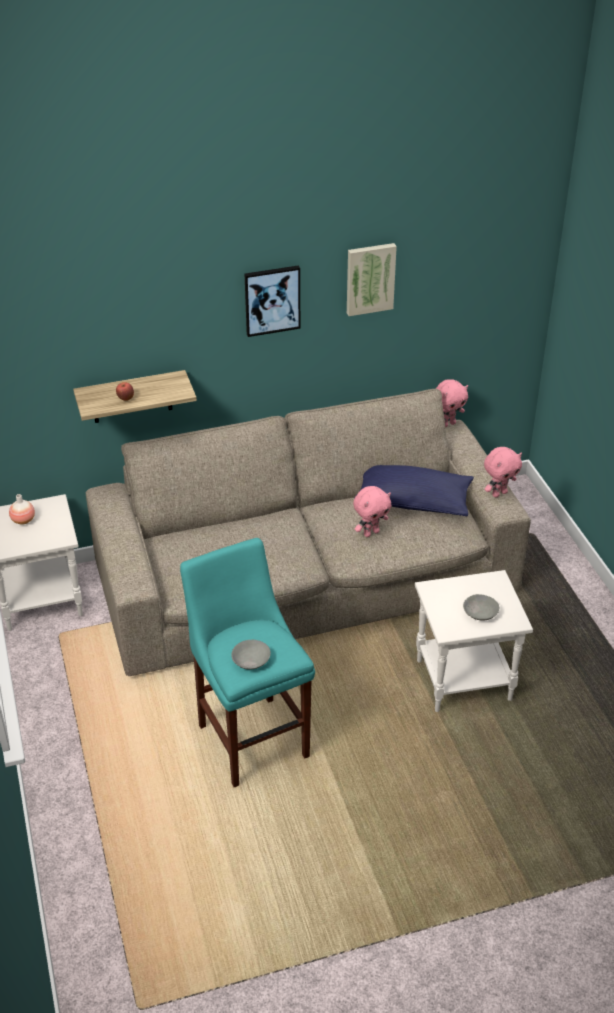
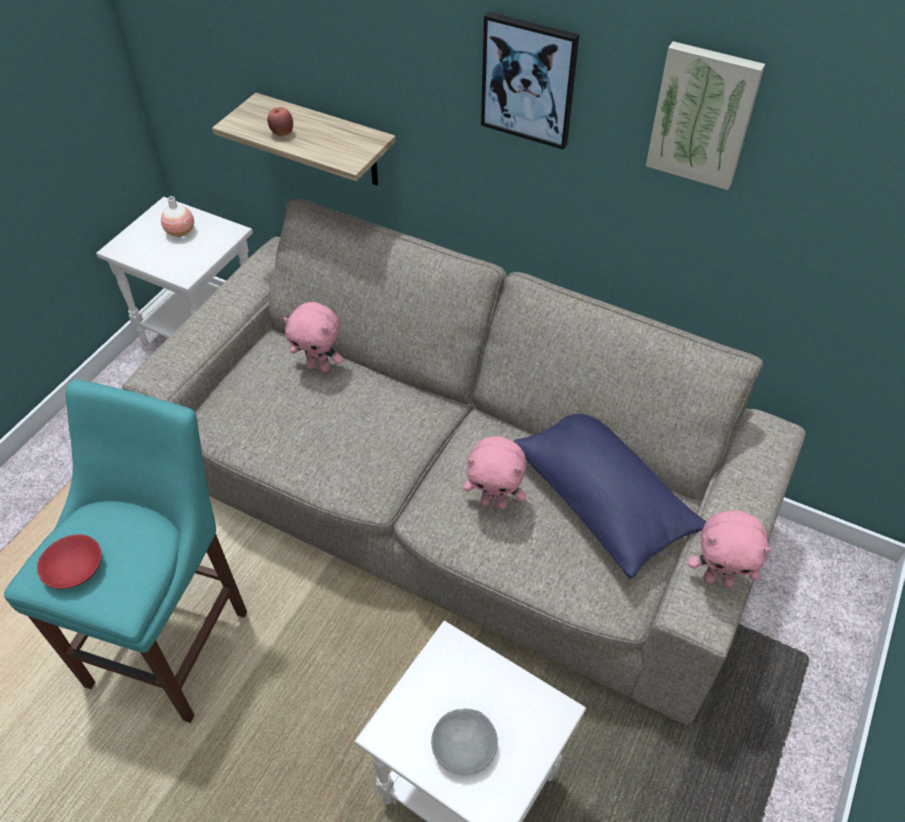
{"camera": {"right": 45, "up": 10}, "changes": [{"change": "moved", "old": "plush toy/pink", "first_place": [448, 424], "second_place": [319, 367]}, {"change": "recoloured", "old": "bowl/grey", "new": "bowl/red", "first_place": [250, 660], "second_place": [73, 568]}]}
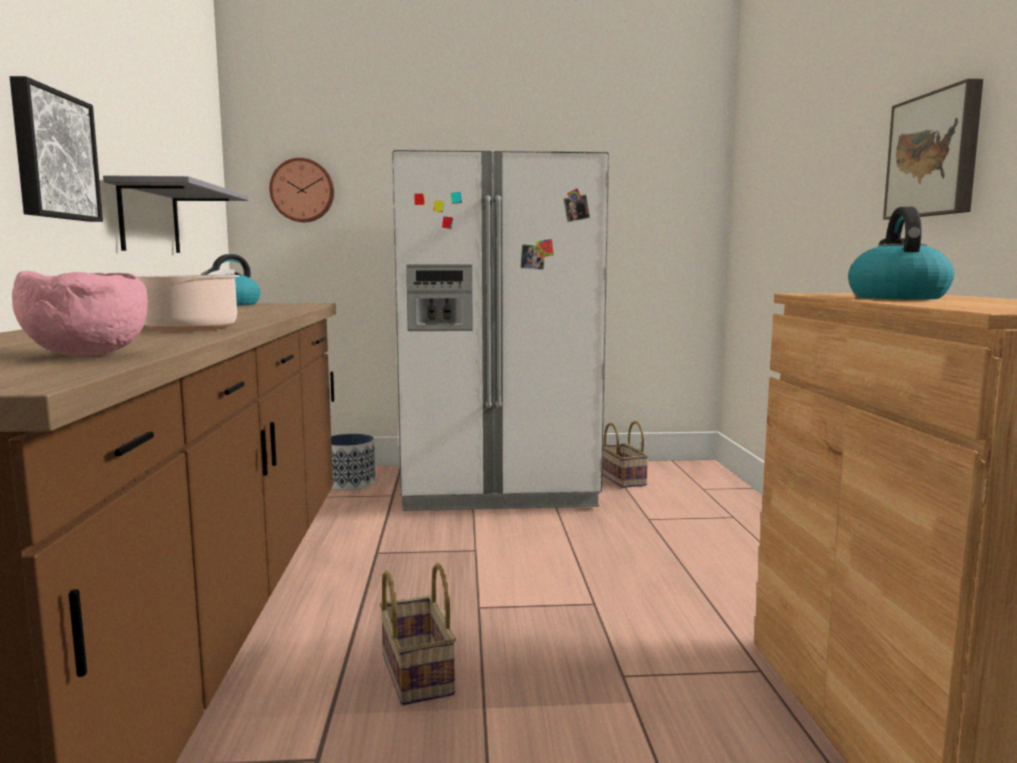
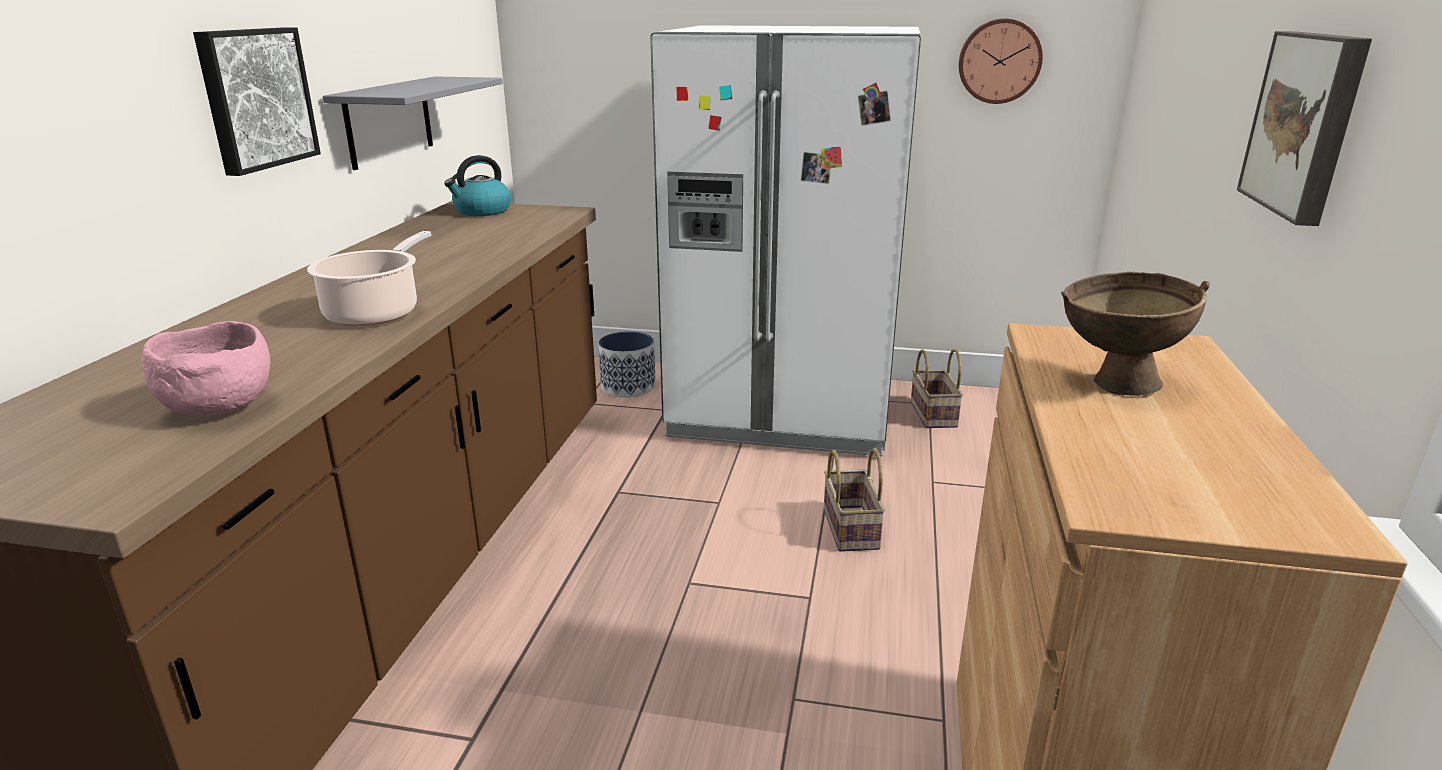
{"camera": {"right": 15, "up": 15}, "changes": [{"change": "moved", "old": "wall clock", "first_place": [302, 190], "second_place": [999, 61]}, {"change": "replaced", "old": "kettle", "new": "bowl/brown", "first_place": [896, 297], "second_place": [1112, 384]}, {"change": "moved", "old": "basket", "first_place": [414, 673], "second_place": [848, 528]}]}
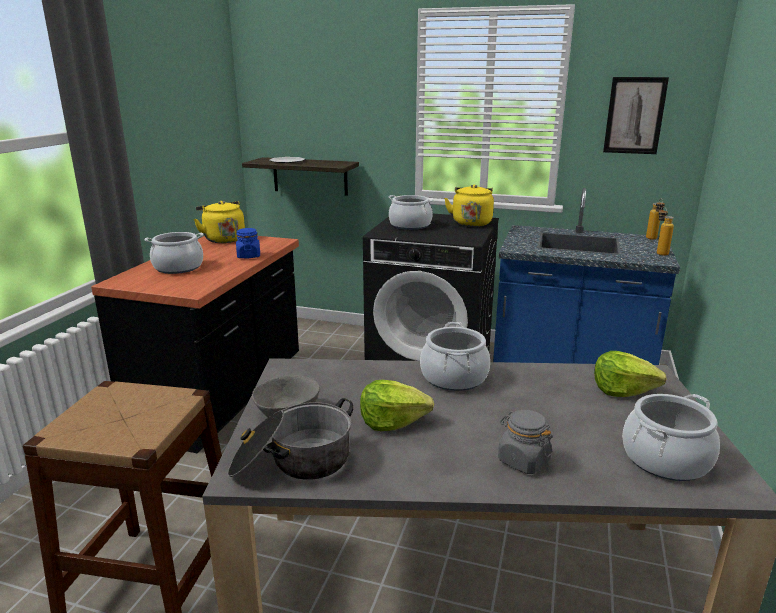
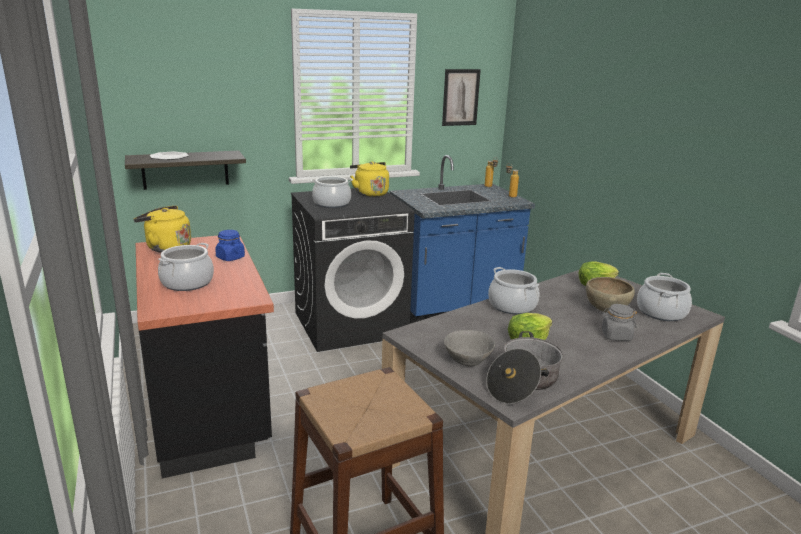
{"camera": {"right": -40, "up": 0}, "changes": [{"change": "added", "new": "bowl/brown", "second_place": [606, 310]}]}
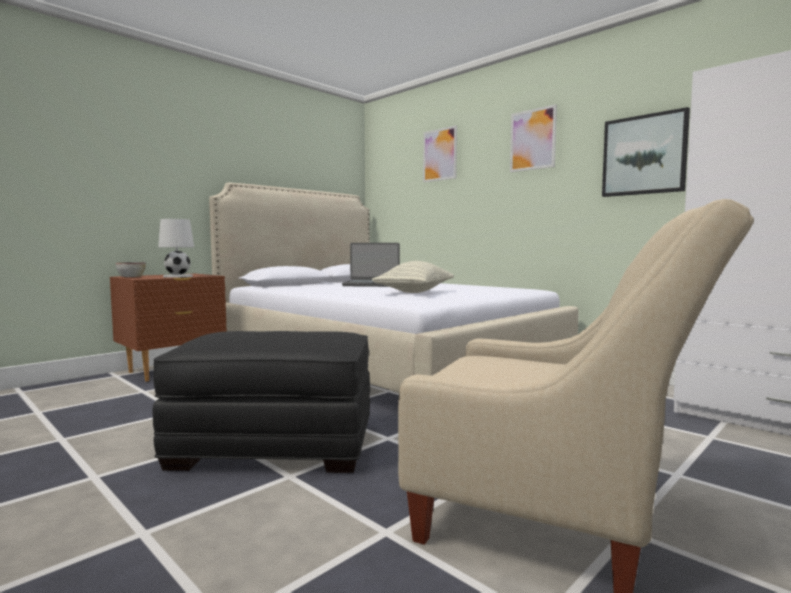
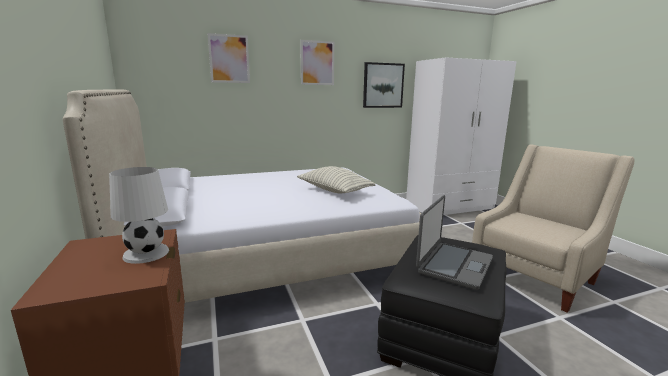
{"camera": {"right": -65, "up": 10}, "changes": [{"change": "moved", "old": "laptop", "first_place": [371, 285], "second_place": [454, 265]}, {"change": "removed", "old": "bowl", "first_place": [131, 276]}]}
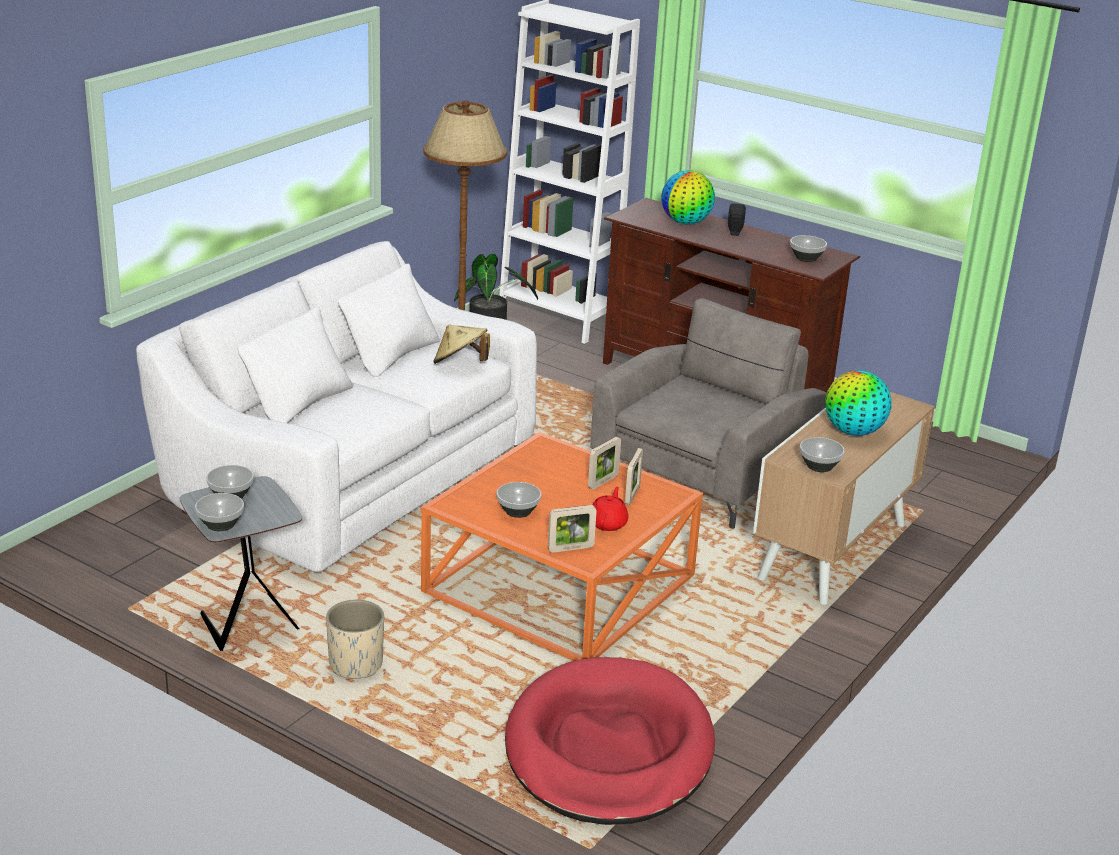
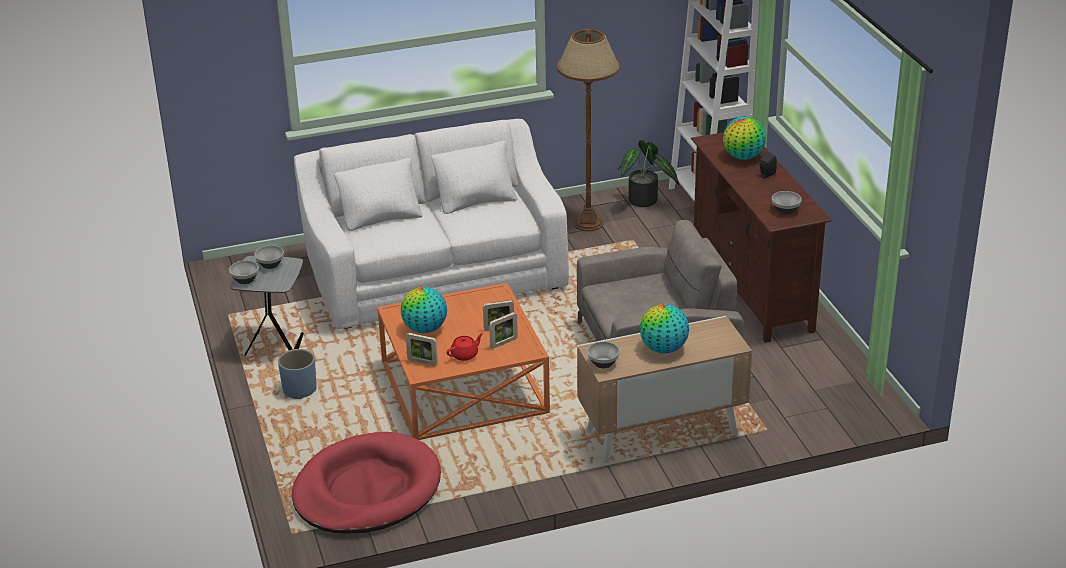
{"camera": {"right": 40, "up": 5}, "changes": [{"change": "removed", "old": "hat/beige", "first_place": [460, 363]}, {"change": "replaced", "old": "bowl", "new": "globe", "first_place": [518, 512], "second_place": [424, 329]}, {"change": "recoloured", "old": "planter/beige", "new": "planter/blue", "first_place": [356, 664], "second_place": [299, 390]}]}
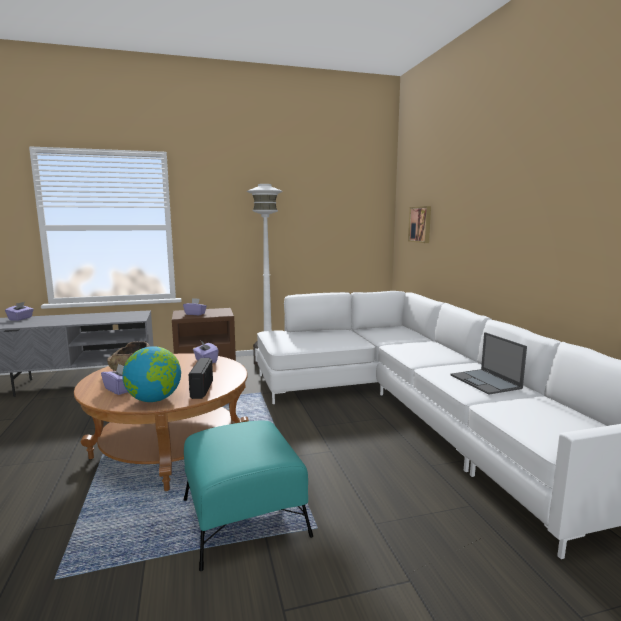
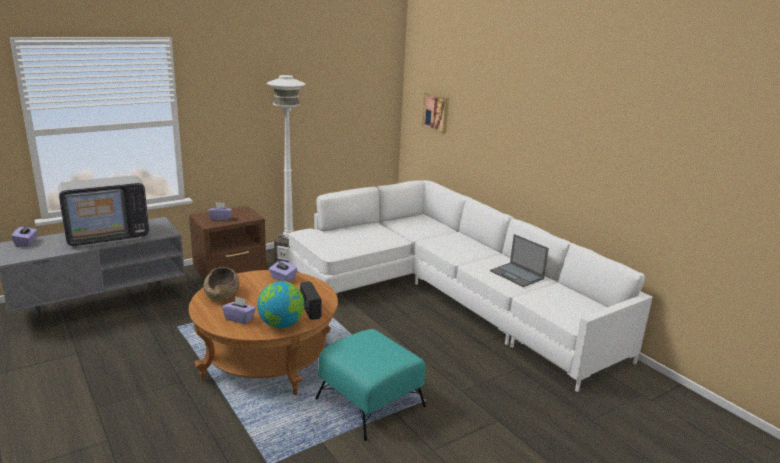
{"camera": {"right": -20, "up": 10}, "changes": [{"change": "added", "new": "television", "second_place": [107, 235]}]}
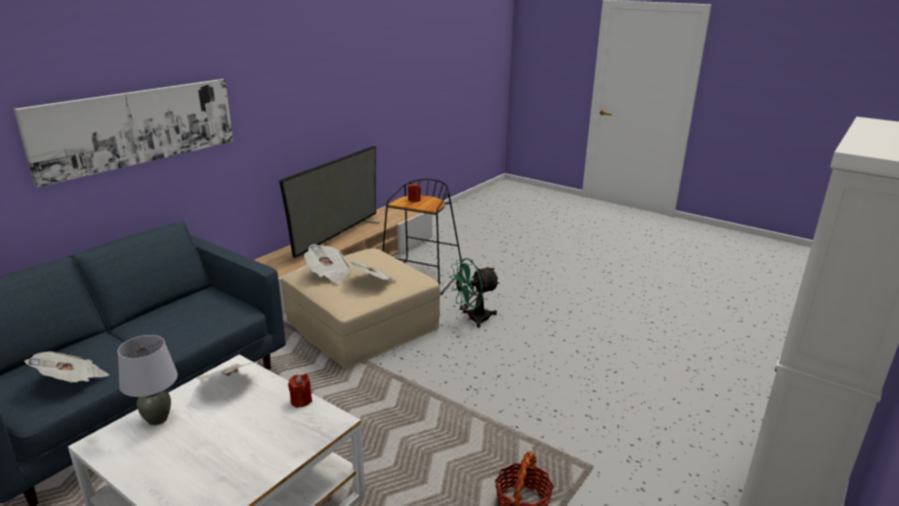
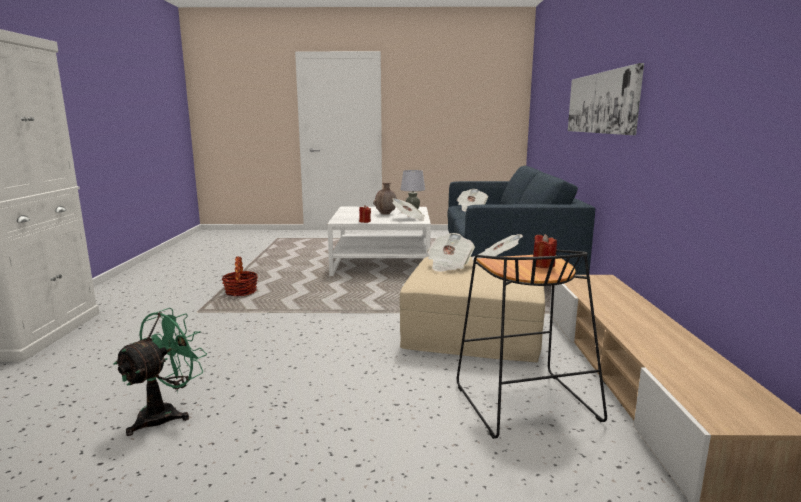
{"camera": {"right": 145, "up": -10}, "changes": [{"change": "removed", "old": "television", "first_place": [337, 238]}, {"change": "moved", "old": "fan/green", "first_place": [473, 319], "second_place": [166, 414]}, {"change": "added", "new": "vase/brown", "second_place": [386, 214]}]}
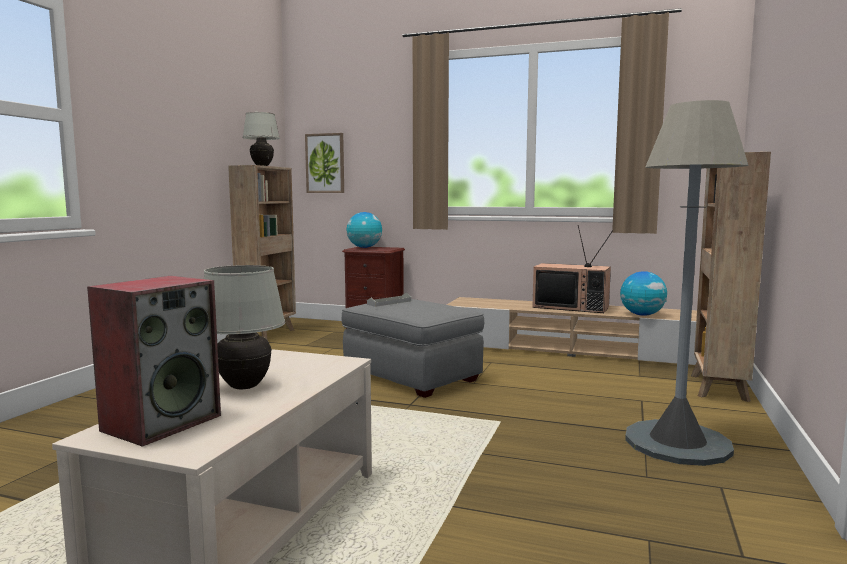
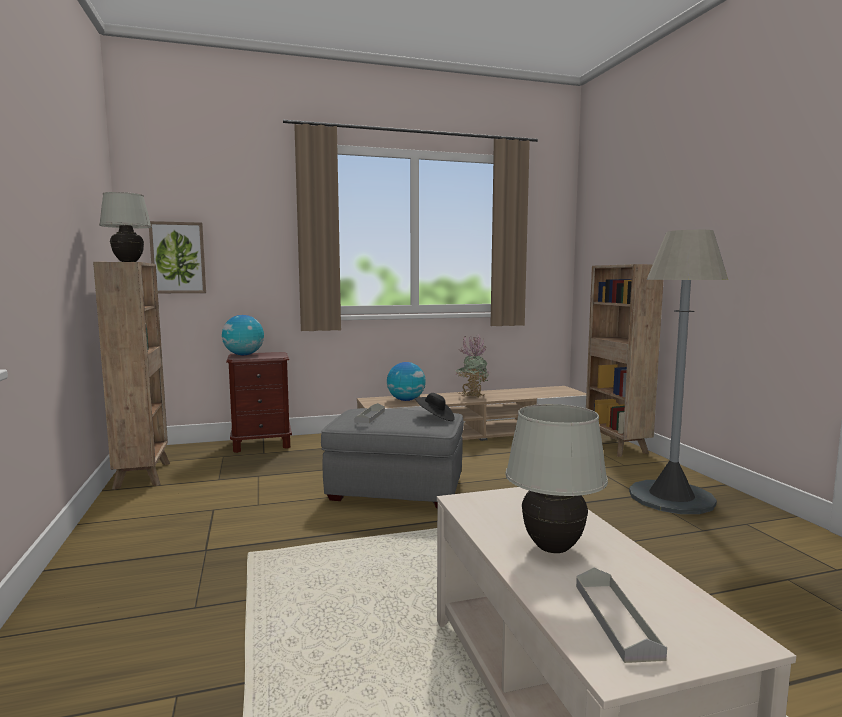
{"camera": {"right": -35, "up": 0}, "changes": [{"change": "replaced", "old": "television", "new": "potted plant", "first_place": [572, 307], "second_place": [472, 395]}, {"change": "moved", "old": "globe", "first_place": [642, 315], "second_place": [406, 400]}, {"change": "replaced", "old": "speaker", "new": "tray/grey", "first_place": [162, 422], "second_place": [616, 619]}, {"change": "added", "new": "hat/black", "second_place": [434, 418]}]}
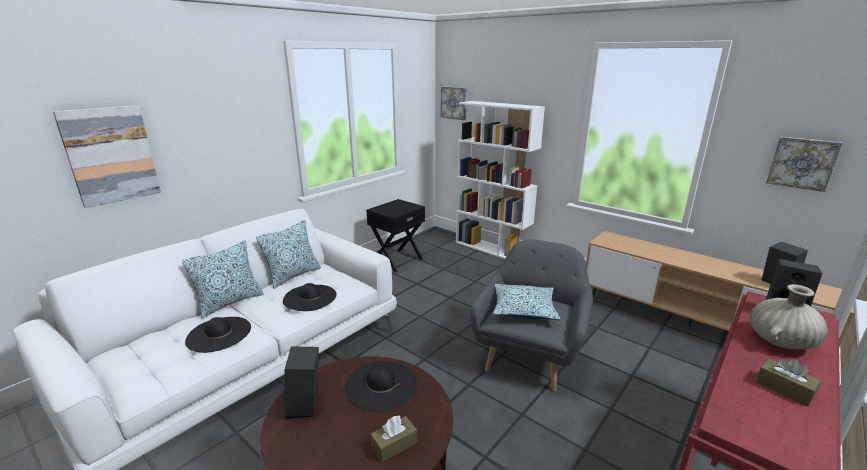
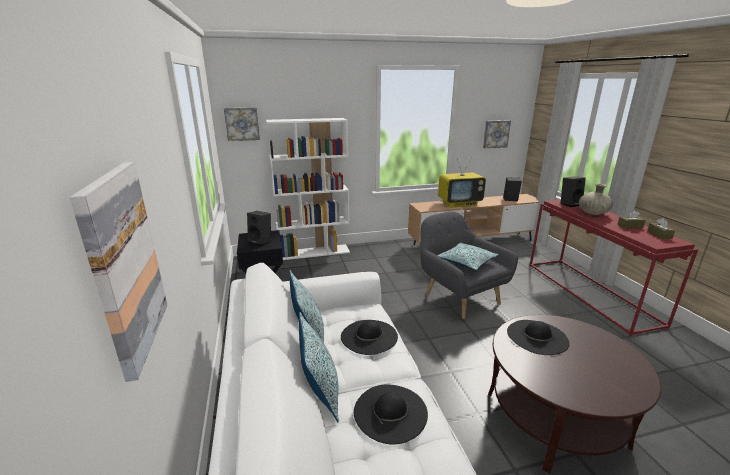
{"camera": {"right": -55, "up": 0}, "changes": [{"change": "moved", "old": "speaker/black", "first_place": [306, 406], "second_place": [261, 242]}, {"change": "moved", "old": "tissue box/brown", "first_place": [394, 445], "second_place": [659, 235]}, {"change": "added", "new": "television", "second_place": [459, 203]}]}
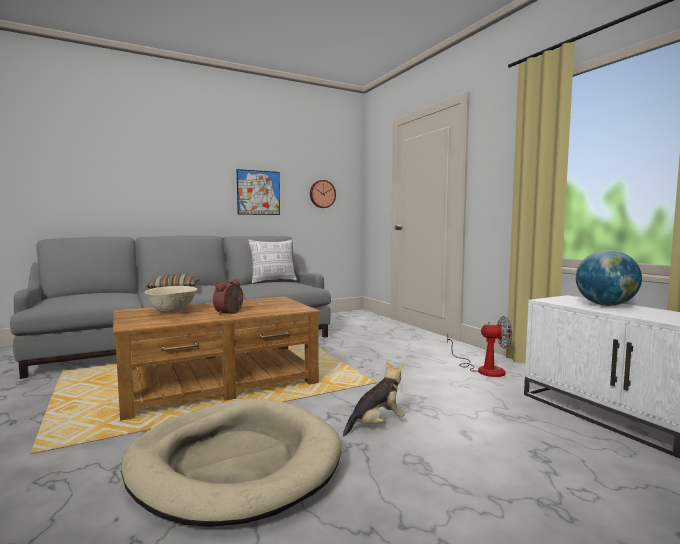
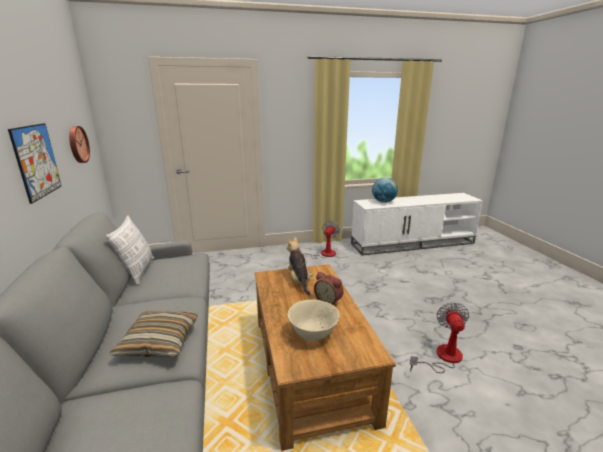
{"camera": {"right": -75, "up": 15}, "changes": [{"change": "moved", "old": "plush toy", "first_place": [376, 424], "second_place": [299, 281]}, {"change": "replaced", "old": "dog bed/beige", "new": "fan", "first_place": [234, 463], "second_place": [442, 357]}]}
